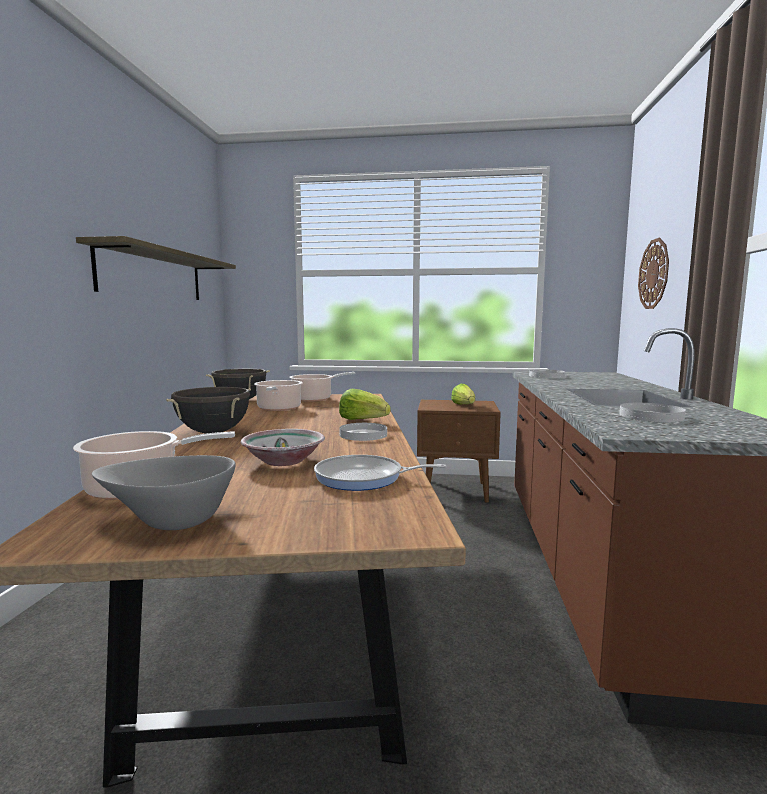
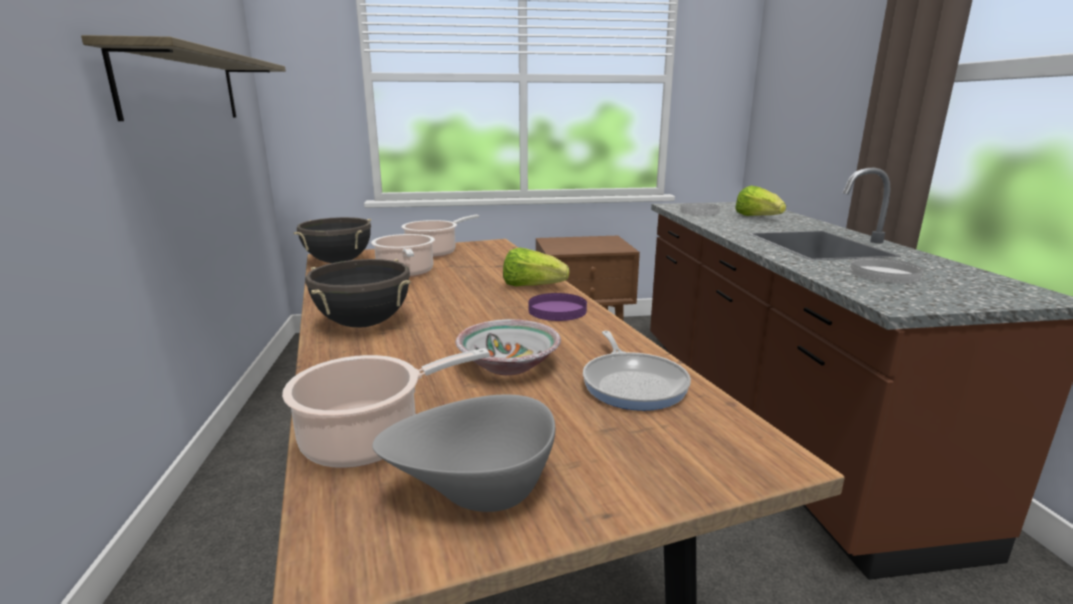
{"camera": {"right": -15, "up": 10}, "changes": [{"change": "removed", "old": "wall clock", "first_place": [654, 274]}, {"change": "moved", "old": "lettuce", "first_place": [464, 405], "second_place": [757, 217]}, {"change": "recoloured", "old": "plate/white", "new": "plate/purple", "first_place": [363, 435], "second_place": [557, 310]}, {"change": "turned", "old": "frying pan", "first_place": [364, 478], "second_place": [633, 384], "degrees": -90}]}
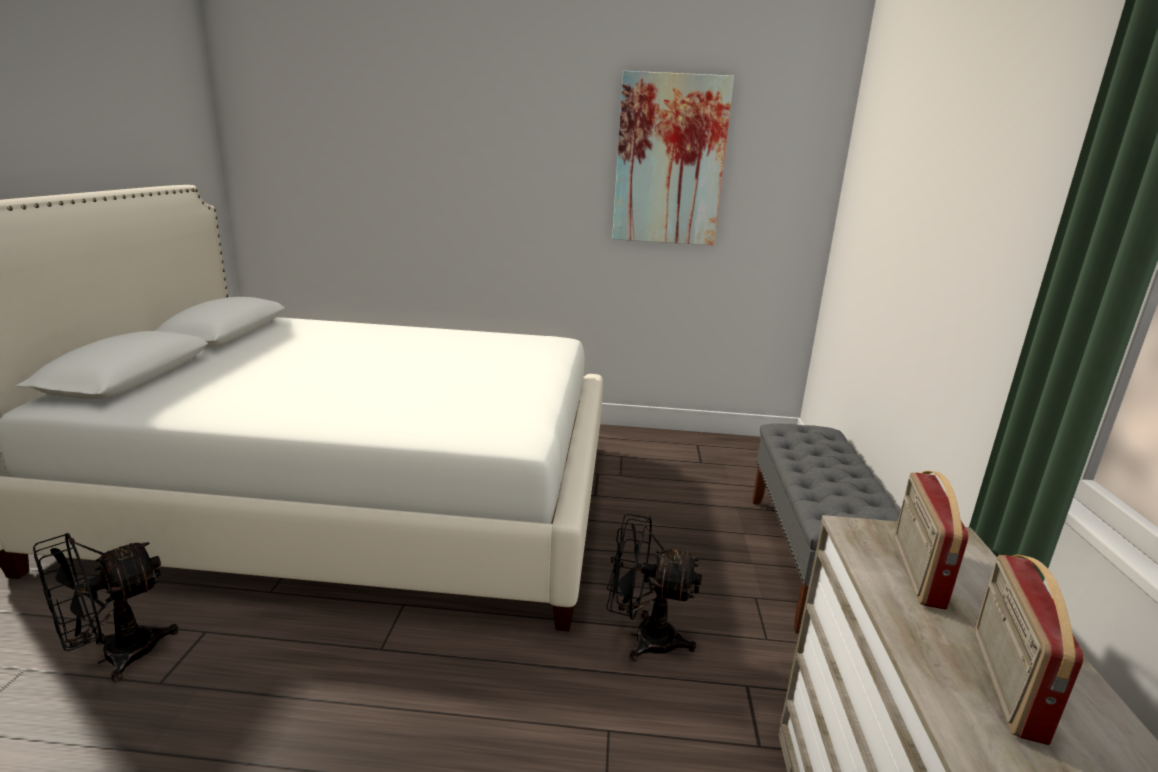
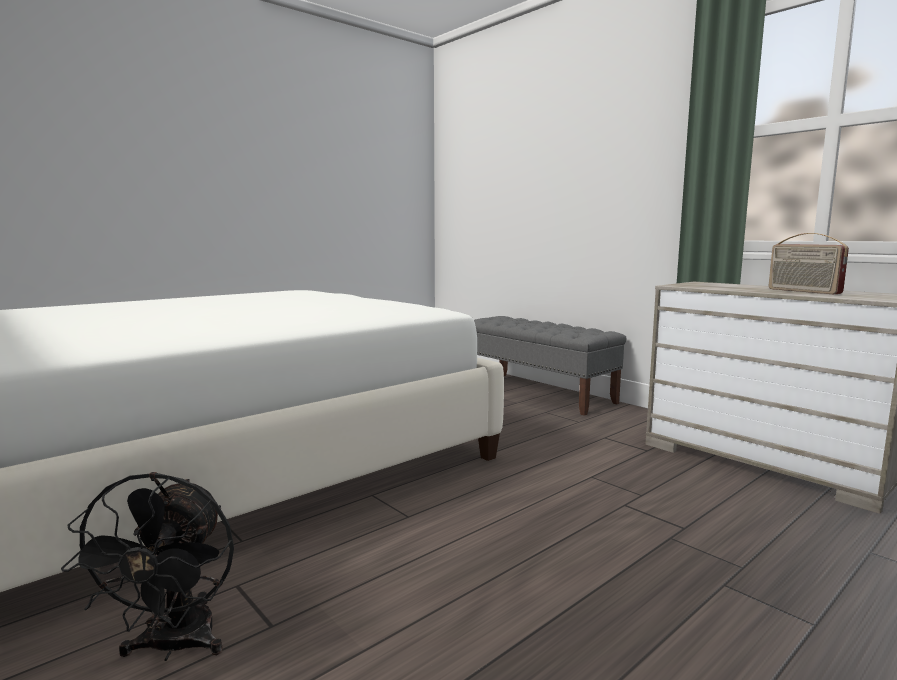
{"camera": {"right": -45, "up": -10}, "changes": [{"change": "removed", "old": "picture", "first_place": [670, 161]}, {"change": "removed", "old": "radio", "first_place": [916, 571]}, {"change": "removed", "old": "fan/black", "first_place": [643, 638]}]}
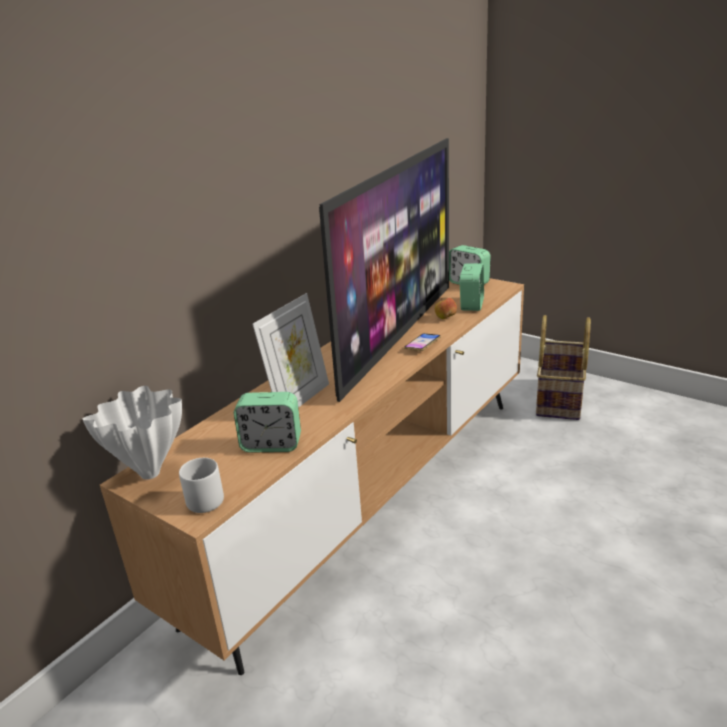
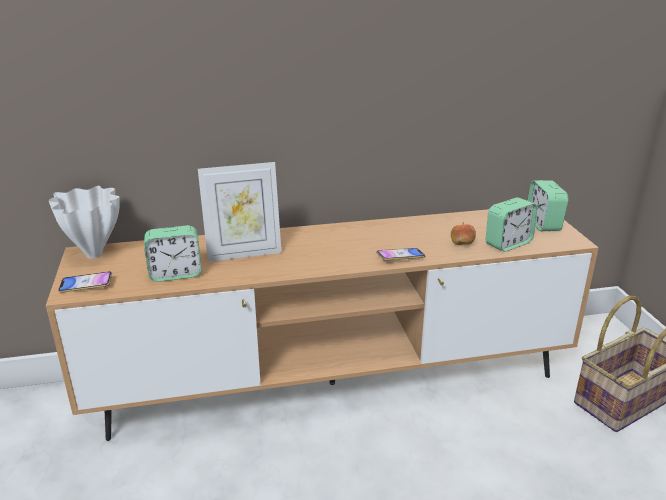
{"camera": {"right": 40, "up": 0}, "changes": [{"change": "removed", "old": "television", "first_place": [397, 335]}, {"change": "turned", "old": "alarm clock", "first_place": [271, 444], "second_place": [175, 274], "degrees": -60}, {"change": "replaced", "old": "mug/grey", "new": "phone", "first_place": [202, 499], "second_place": [86, 285]}]}
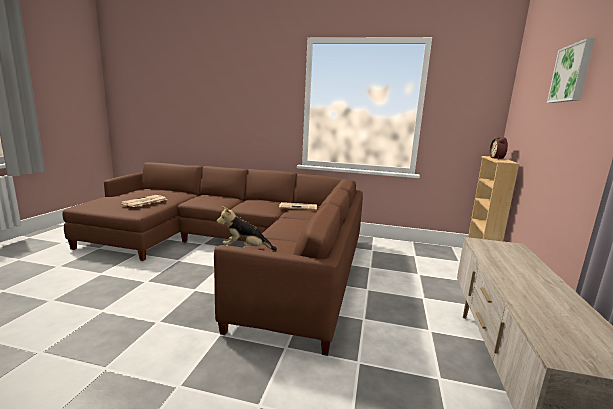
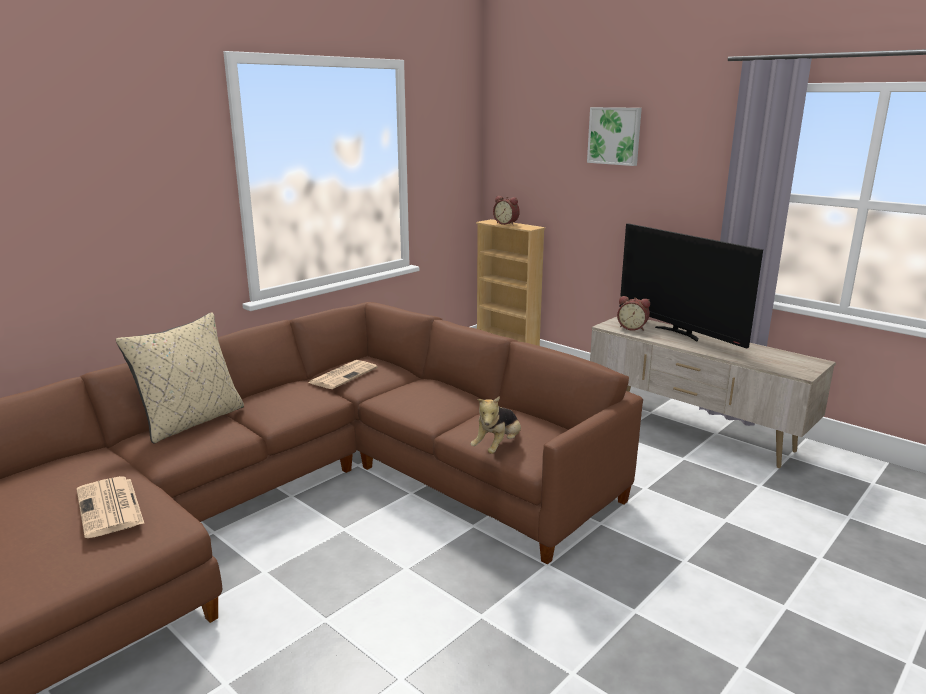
{"camera": {"right": -60, "up": 5}, "changes": [{"change": "added", "new": "television", "second_place": [679, 333]}, {"change": "added", "new": "alarm clock", "second_place": [632, 328]}, {"change": "added", "new": "pillow/beige", "second_place": [192, 421]}]}
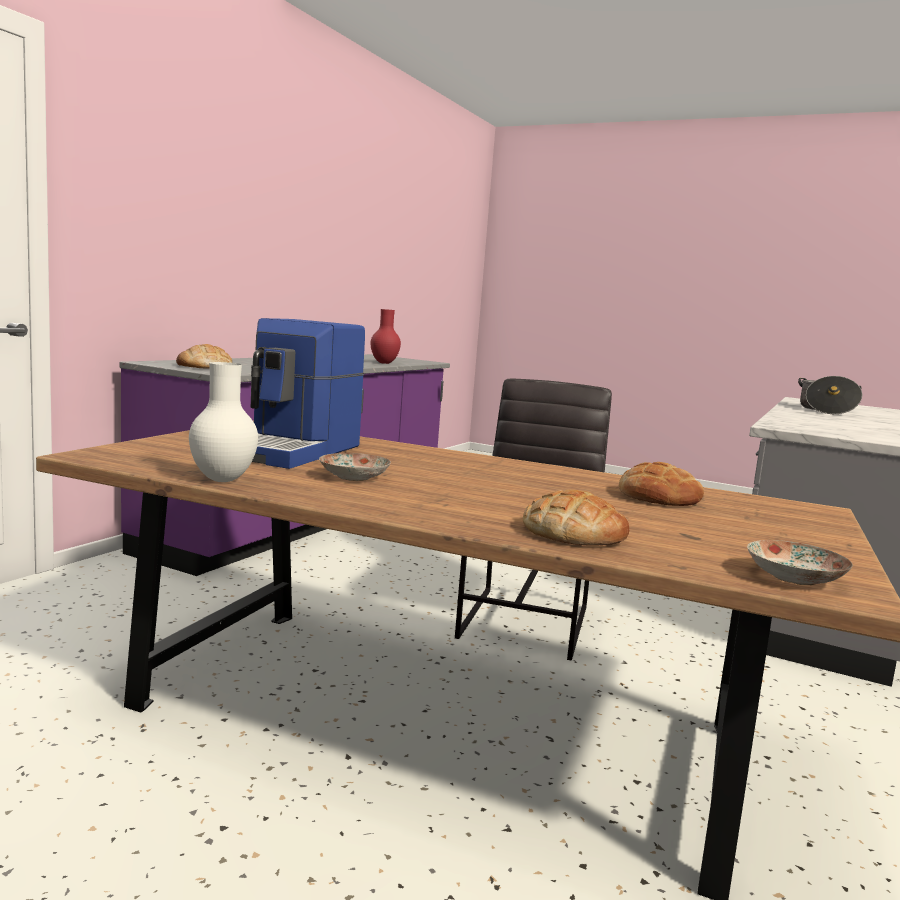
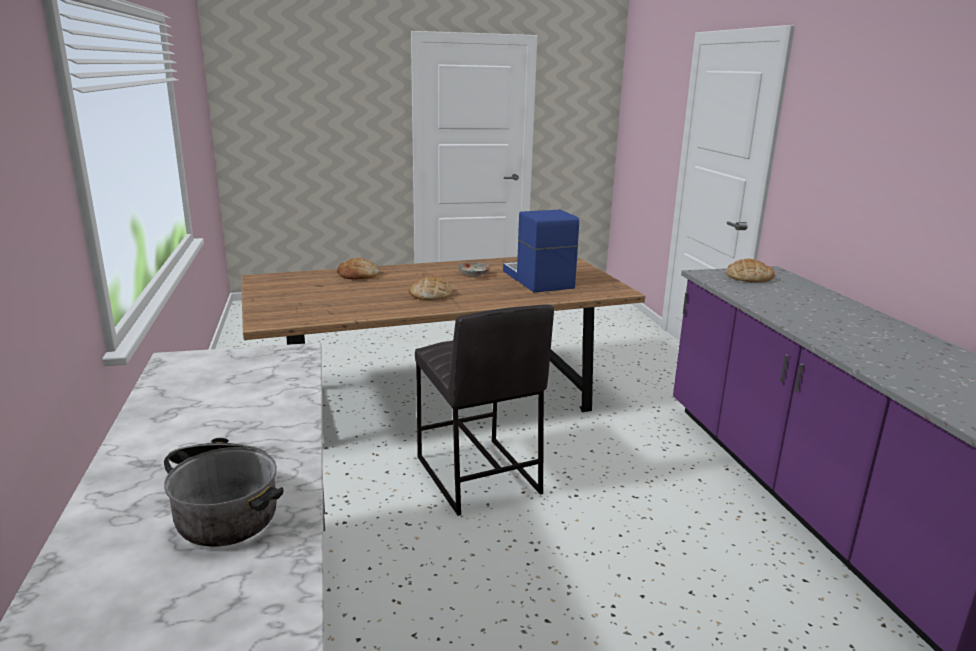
{"camera": {"right": 140, "up": 10}, "changes": [{"change": "removed", "old": "vase/red", "first_place": [383, 363]}, {"change": "removed", "old": "vase/white", "first_place": [222, 479]}, {"change": "moved", "old": "bread", "first_place": [659, 497], "second_place": [430, 294]}, {"change": "removed", "old": "plate", "first_place": [795, 578]}]}
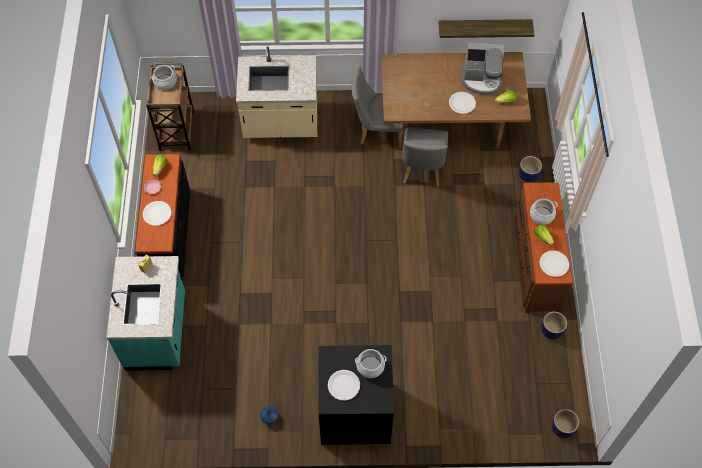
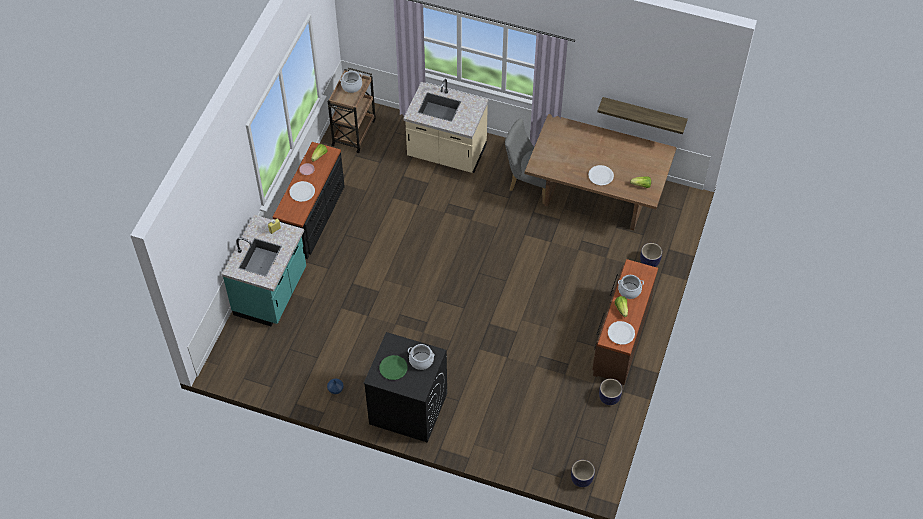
{"camera": {"right": 20, "up": -5}, "changes": [{"change": "removed", "old": "coffee machine", "first_place": [481, 79]}, {"change": "removed", "old": "chair/grey", "first_place": [422, 171]}, {"change": "recoloured", "old": "plate/white", "new": "plate/green", "first_place": [343, 385], "second_place": [393, 368]}]}
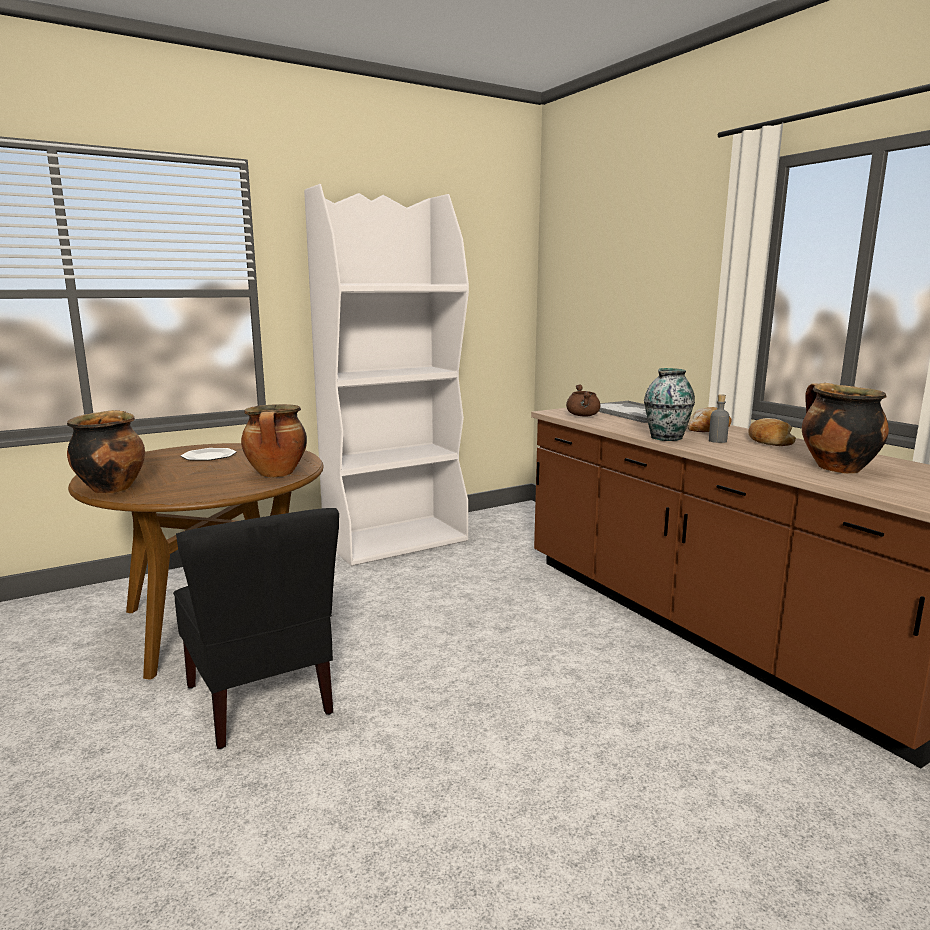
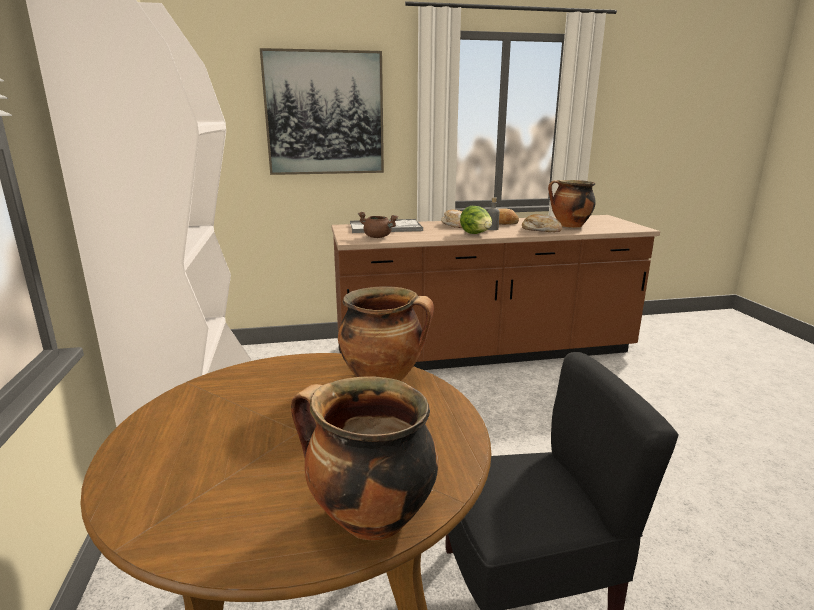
{"camera": {"right": -70, "up": 5}, "changes": [{"change": "replaced", "old": "vase", "new": "lettuce", "first_place": [666, 438], "second_place": [476, 234]}, {"change": "removed", "old": "plate", "first_place": [209, 456]}, {"change": "added", "new": "picture", "second_place": [324, 113]}, {"change": "added", "new": "bread", "second_place": [541, 230]}]}
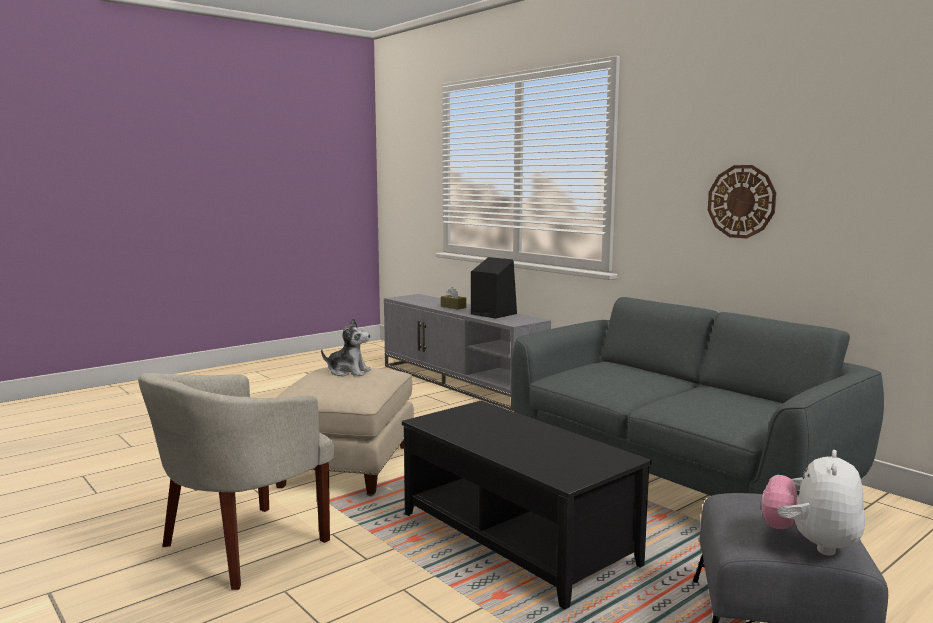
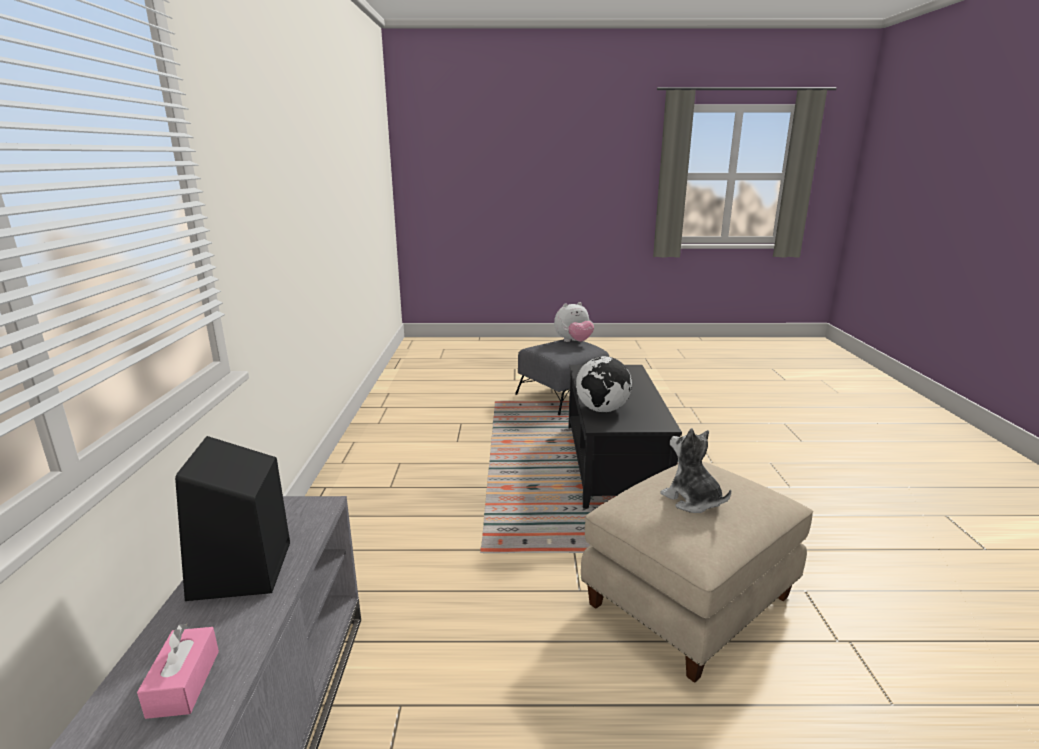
{"camera": {"right": -140, "up": 10}, "changes": [{"change": "removed", "old": "wall clock", "first_place": [741, 201]}, {"change": "recoloured", "old": "tissue box/brown", "new": "tissue box/pink", "first_place": [453, 307], "second_place": [184, 683]}, {"change": "removed", "old": "sofa/grey", "first_place": [675, 475]}, {"change": "removed", "old": "armchair/beige", "first_place": [241, 547]}, {"change": "added", "new": "globe", "second_place": [602, 410]}]}
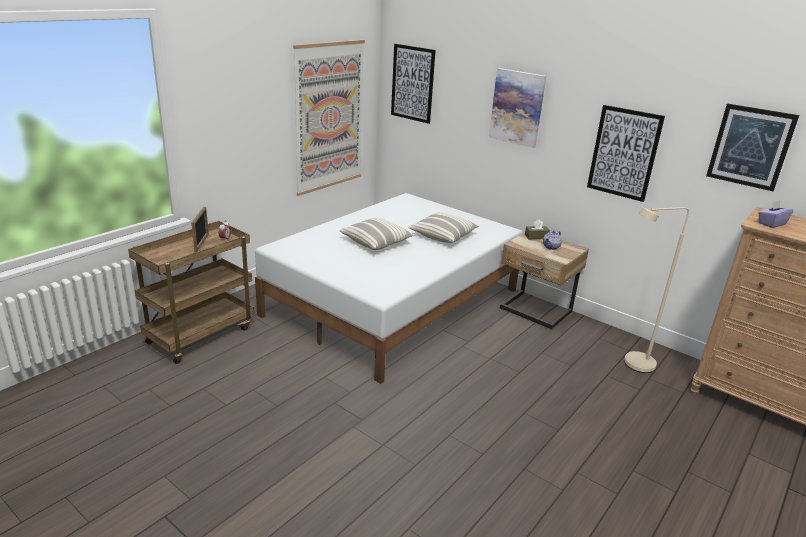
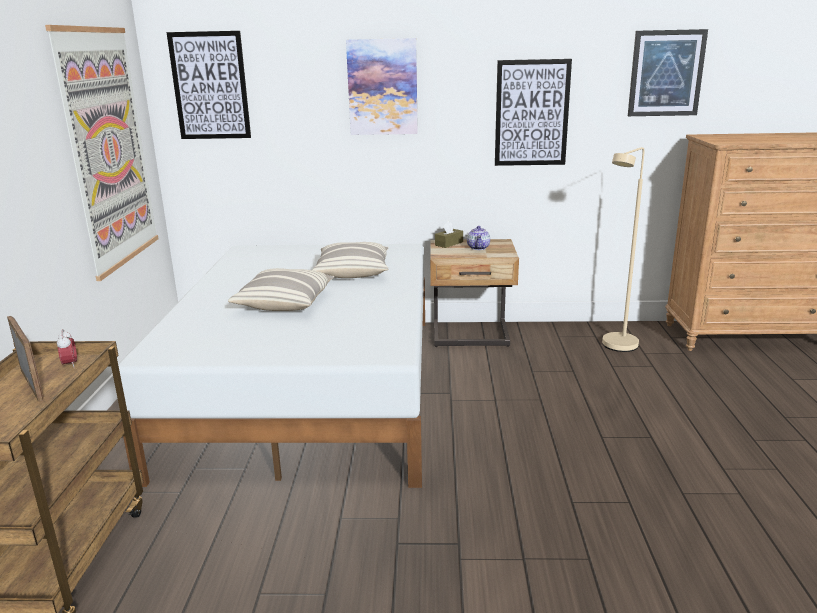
{"camera": {"right": -35, "up": -5}, "changes": [{"change": "removed", "old": "tissue box/purple", "first_place": [771, 223]}]}
